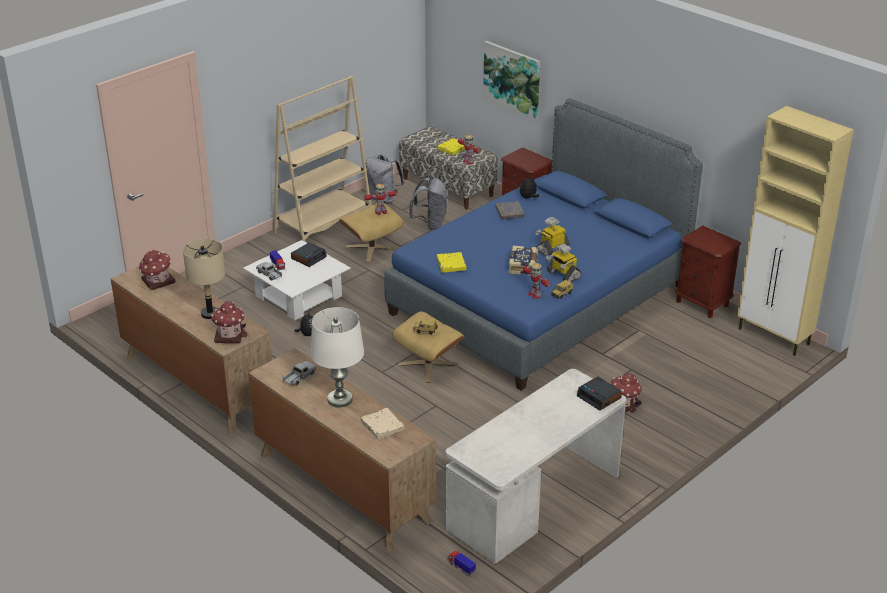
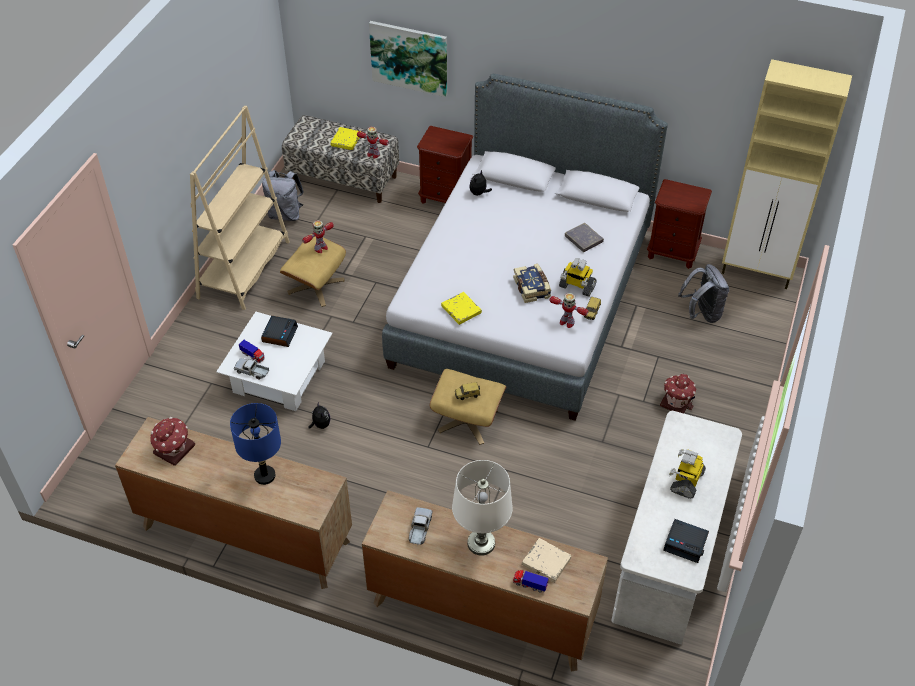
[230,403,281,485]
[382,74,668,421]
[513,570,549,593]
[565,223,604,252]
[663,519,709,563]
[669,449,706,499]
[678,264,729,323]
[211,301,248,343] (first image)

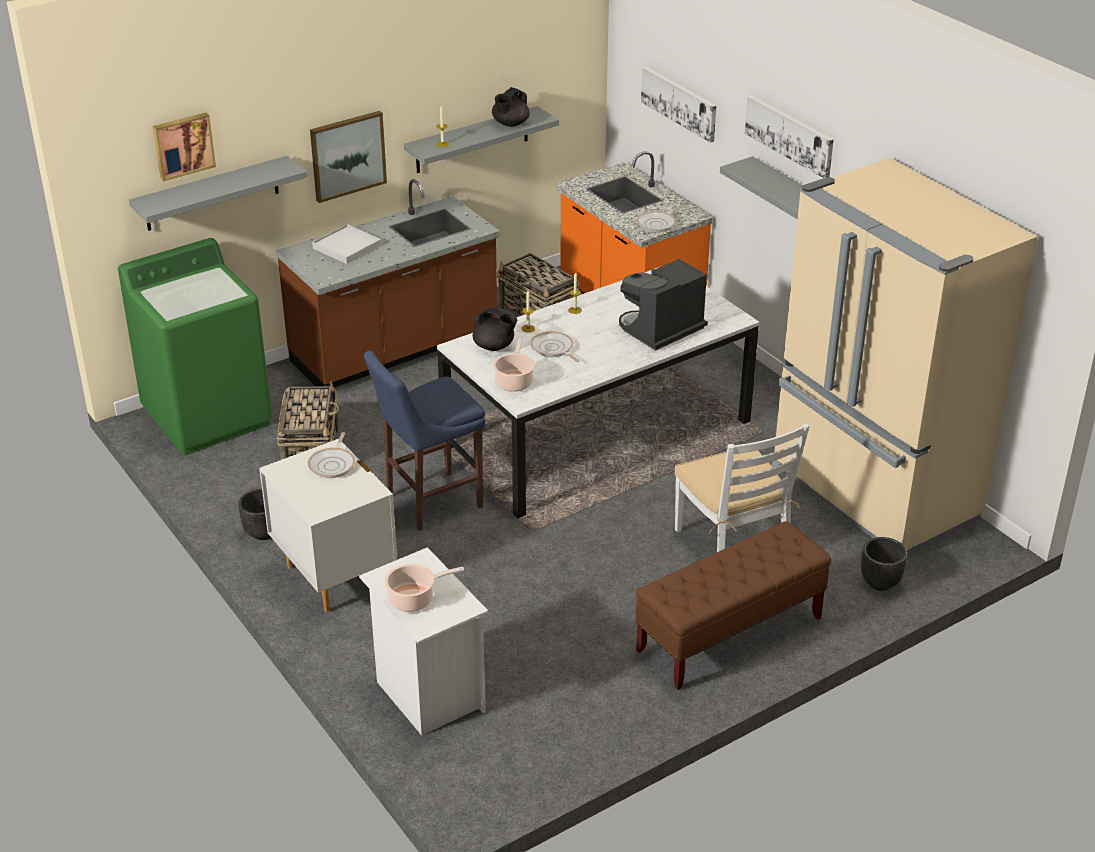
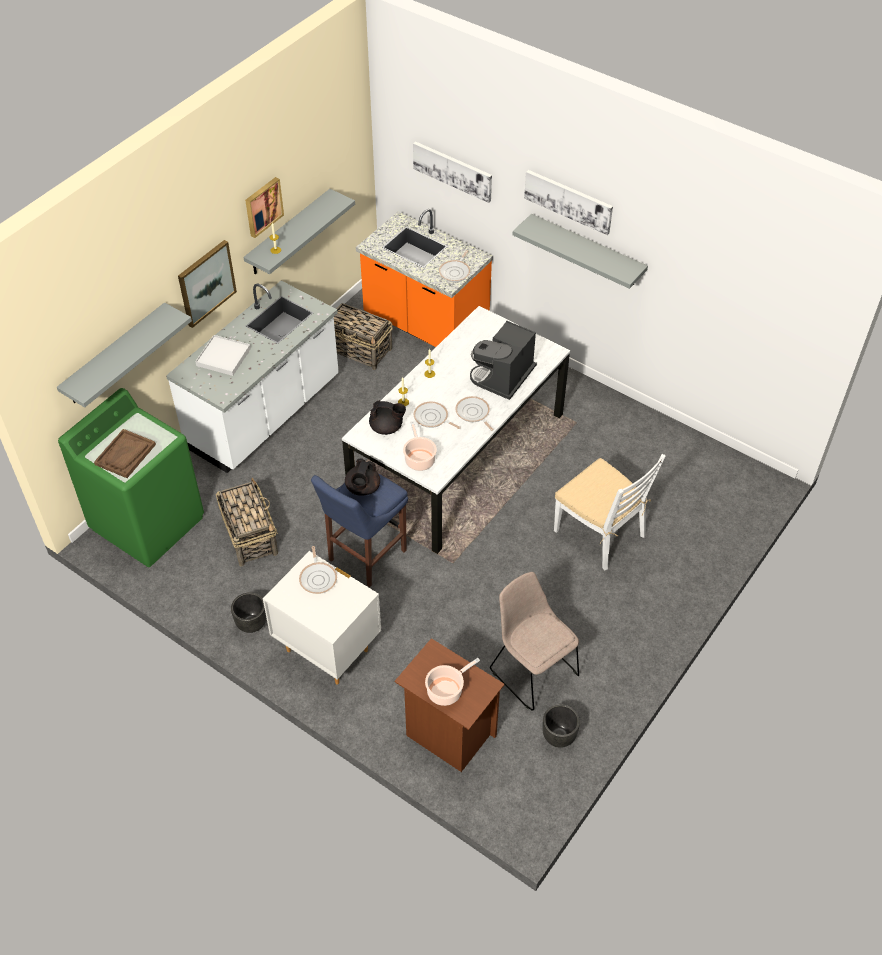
[94,429,156,478]
[166,281,339,473]
[245,177,284,238]
[345,458,380,496]
[395,638,505,772]
[455,396,493,431]
[490,572,579,710]
[542,704,580,748]
[635,521,831,690] (first image)
[771,158,1038,554] (first image)

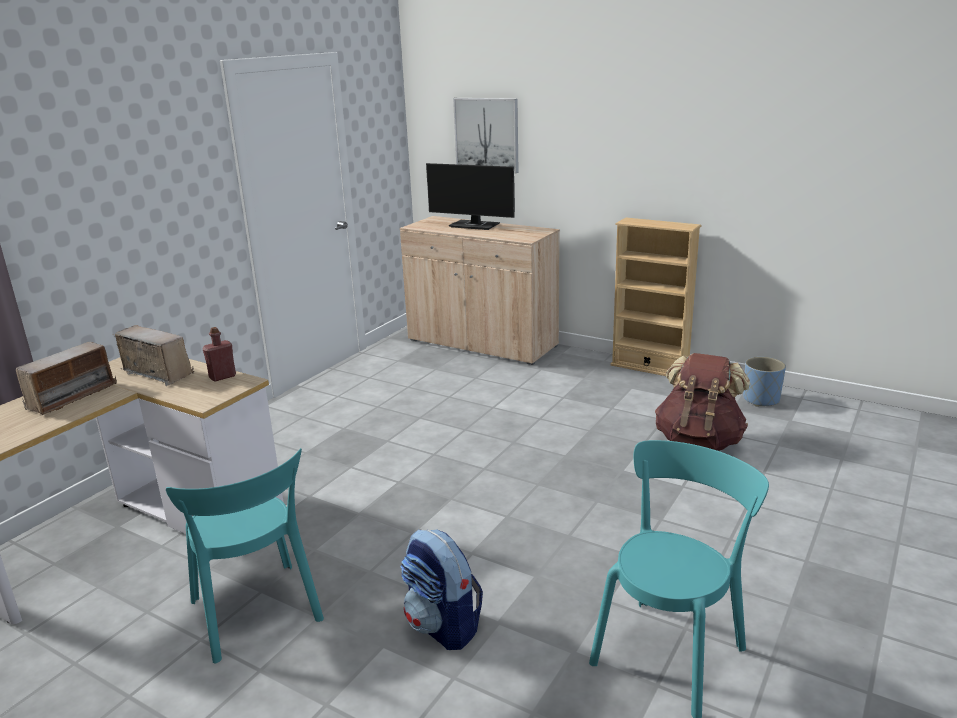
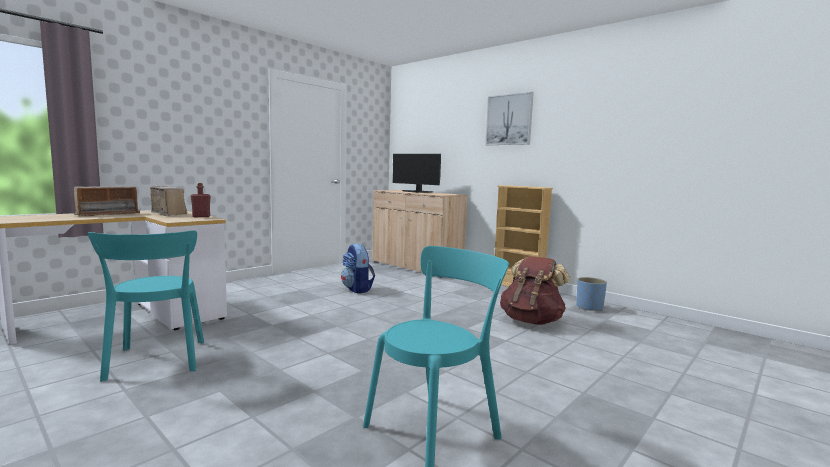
[341,244,375,294]
[485,92,534,145]

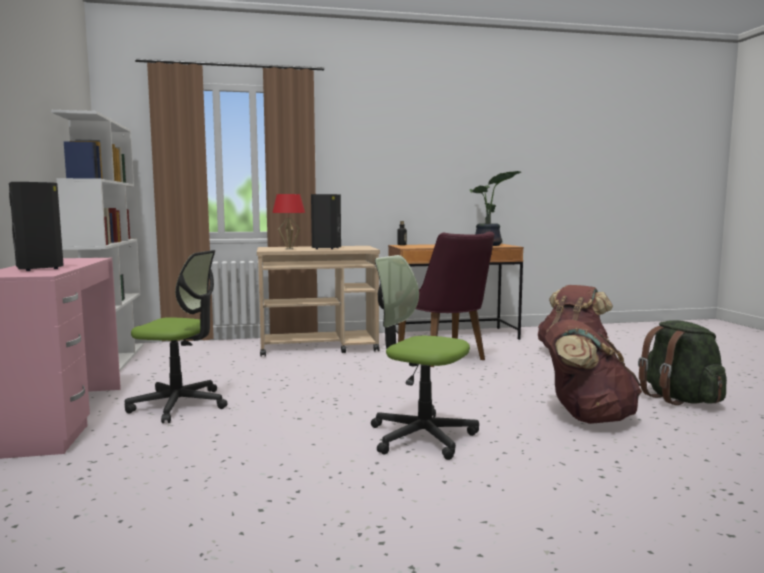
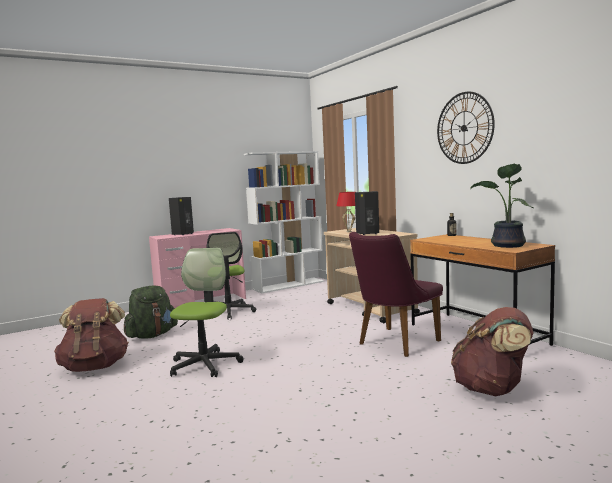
[54,298,129,372]
[124,285,178,339]
[437,92,495,164]

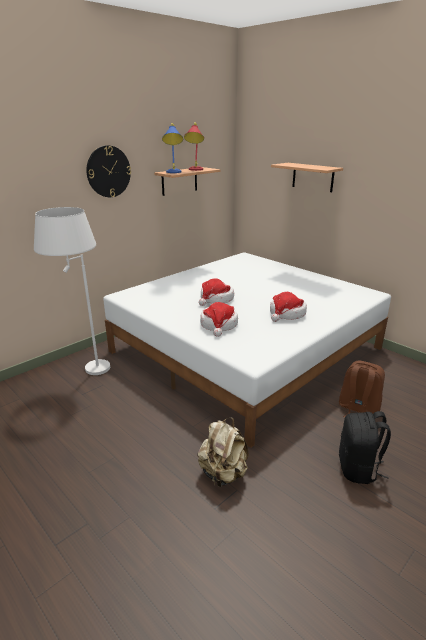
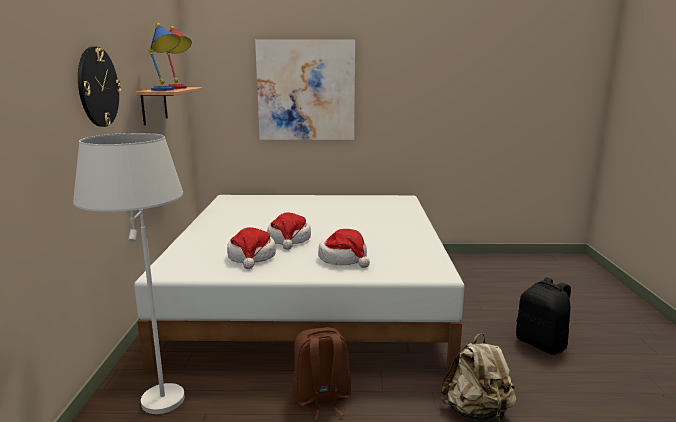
[227,227,276,269]
[255,40,355,140]
[292,327,351,421]

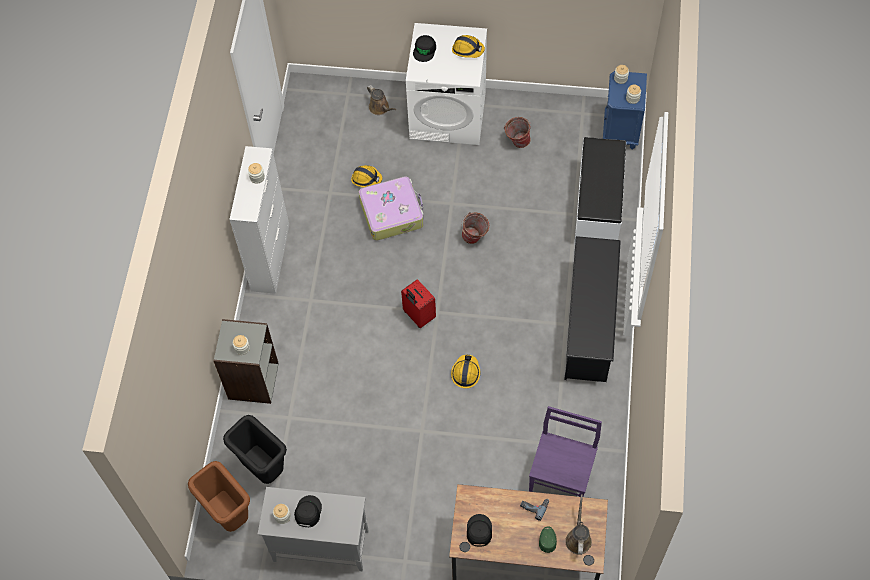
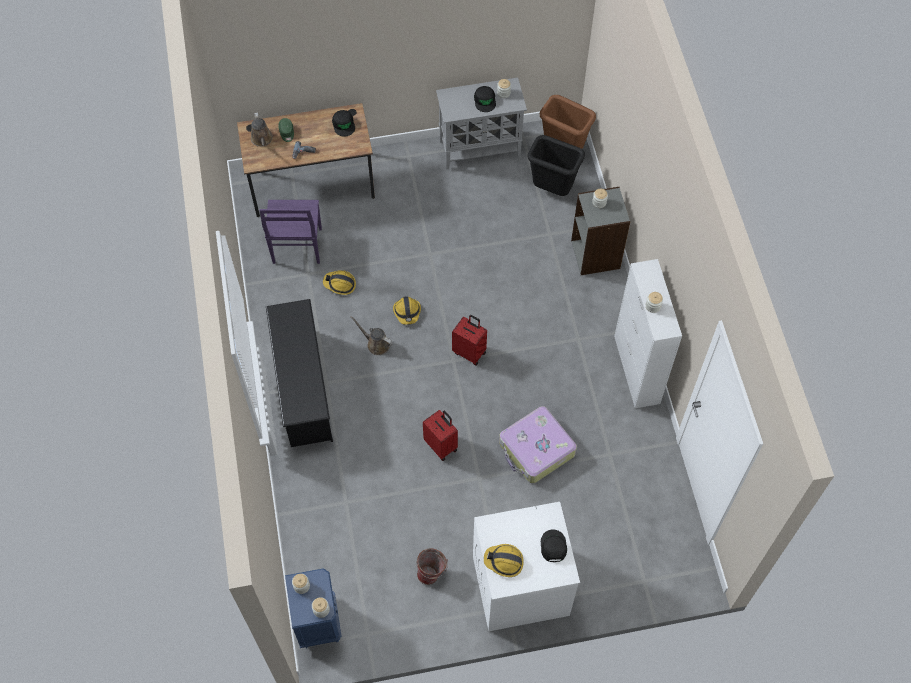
[323,270,356,295]
[351,316,393,355]
[423,410,458,461]
[574,137,626,245] (first image)

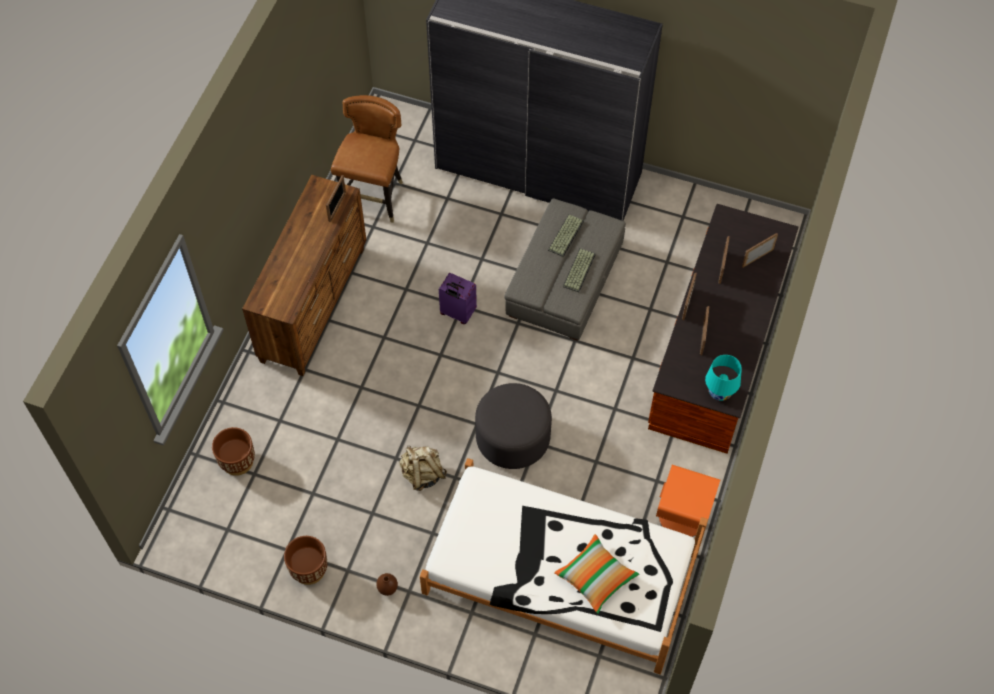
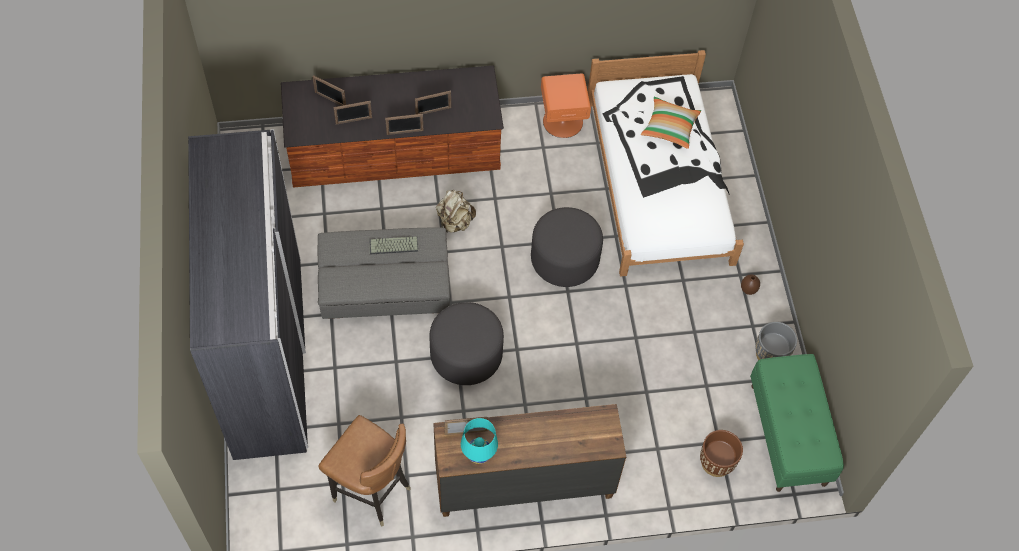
[318,415,411,527]
[429,302,504,385]
[436,190,476,233]
[461,418,498,464]
[750,354,844,492]
[755,322,797,360]
[548,214,584,257] (first image)

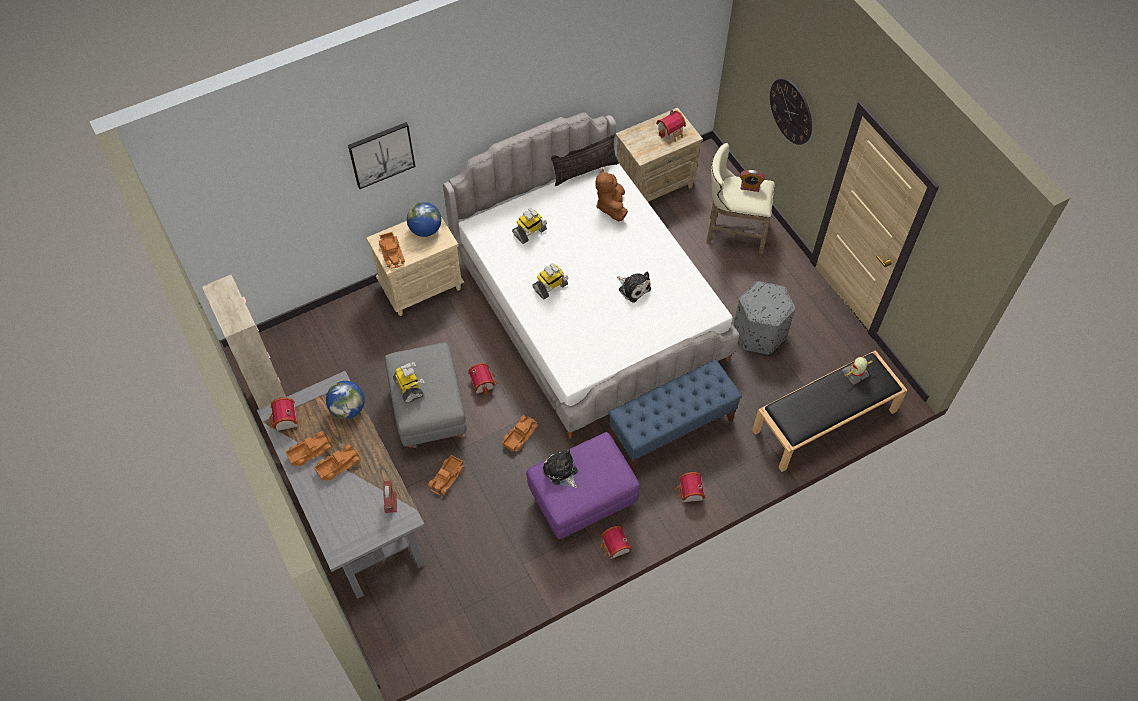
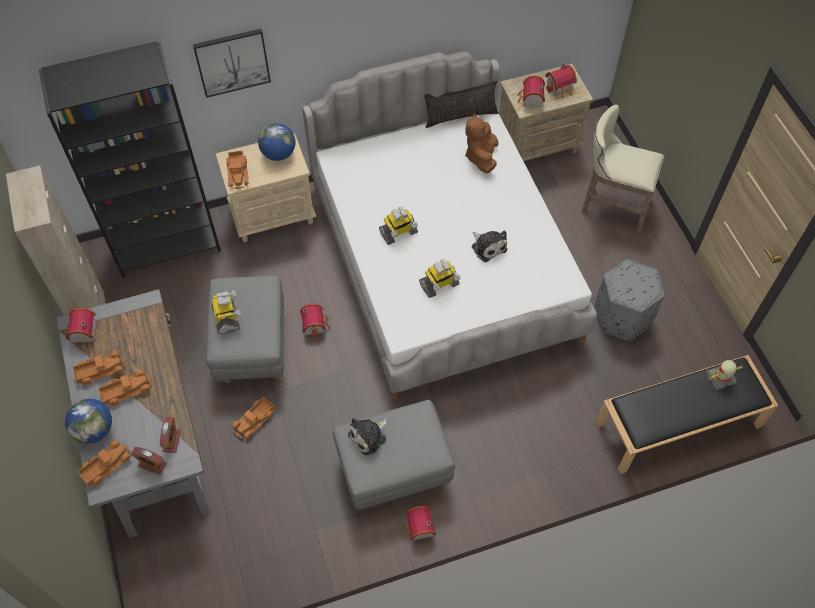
[39,41,221,277]
[65,399,112,444]
[77,440,131,487]
[131,447,167,475]
[333,400,455,510]
[348,418,388,455]
[419,259,460,298]
[518,75,545,107]
[608,360,742,471] (first image)
[770,78,812,145] (first image)

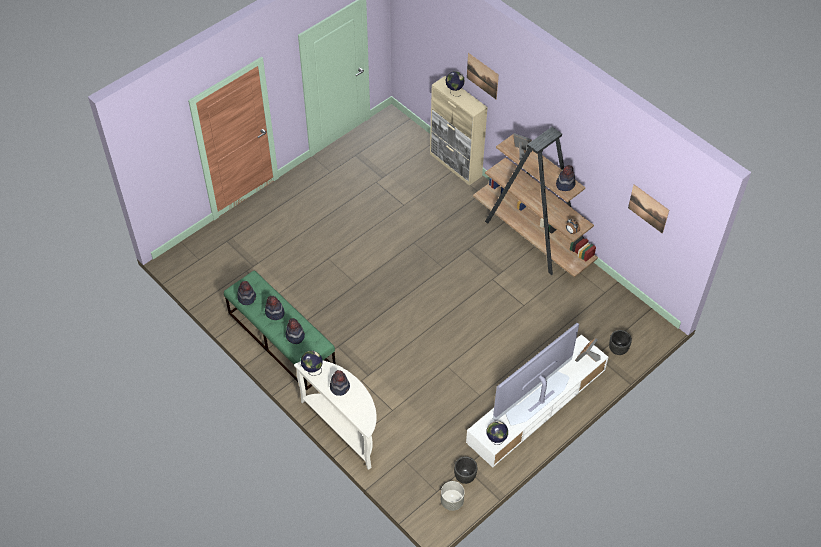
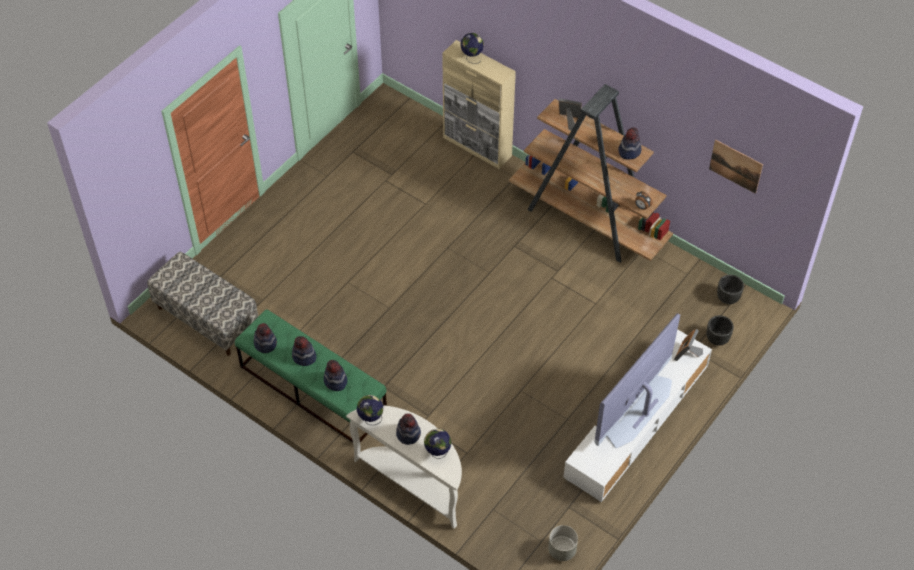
[147,252,258,356]
[424,429,452,459]
[717,275,744,304]
[467,53,499,99] (first image)

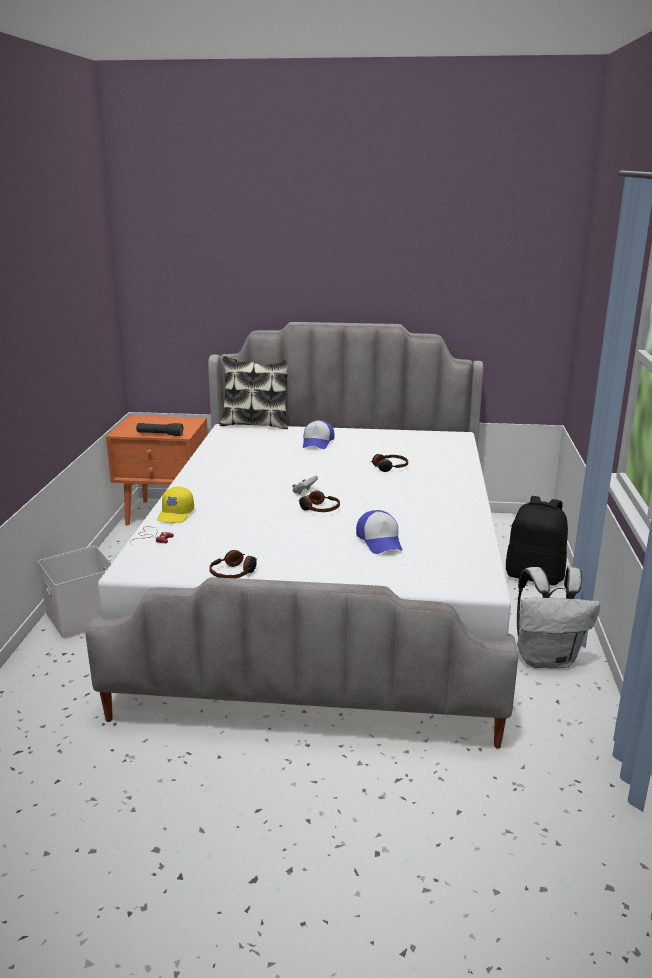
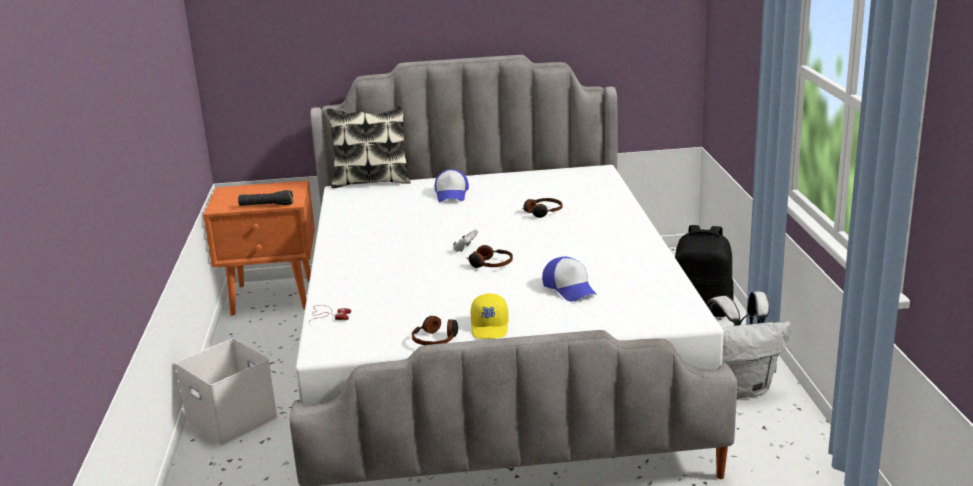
[470,293,509,339]

